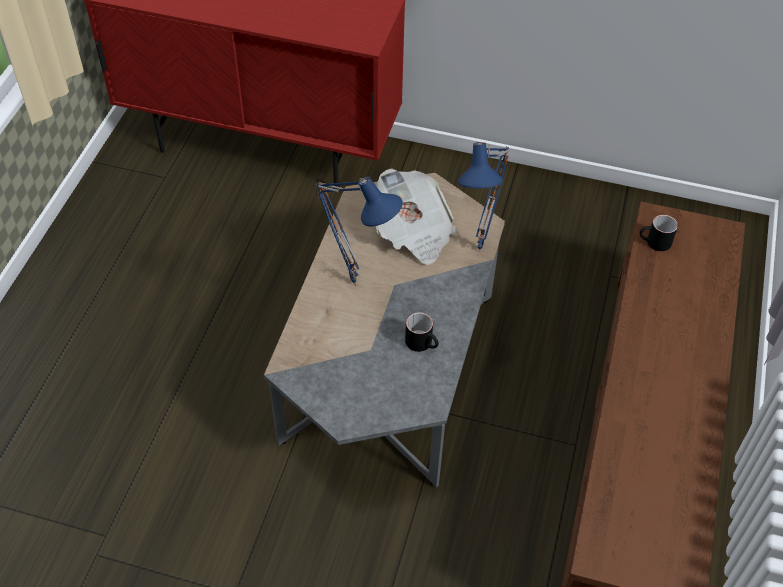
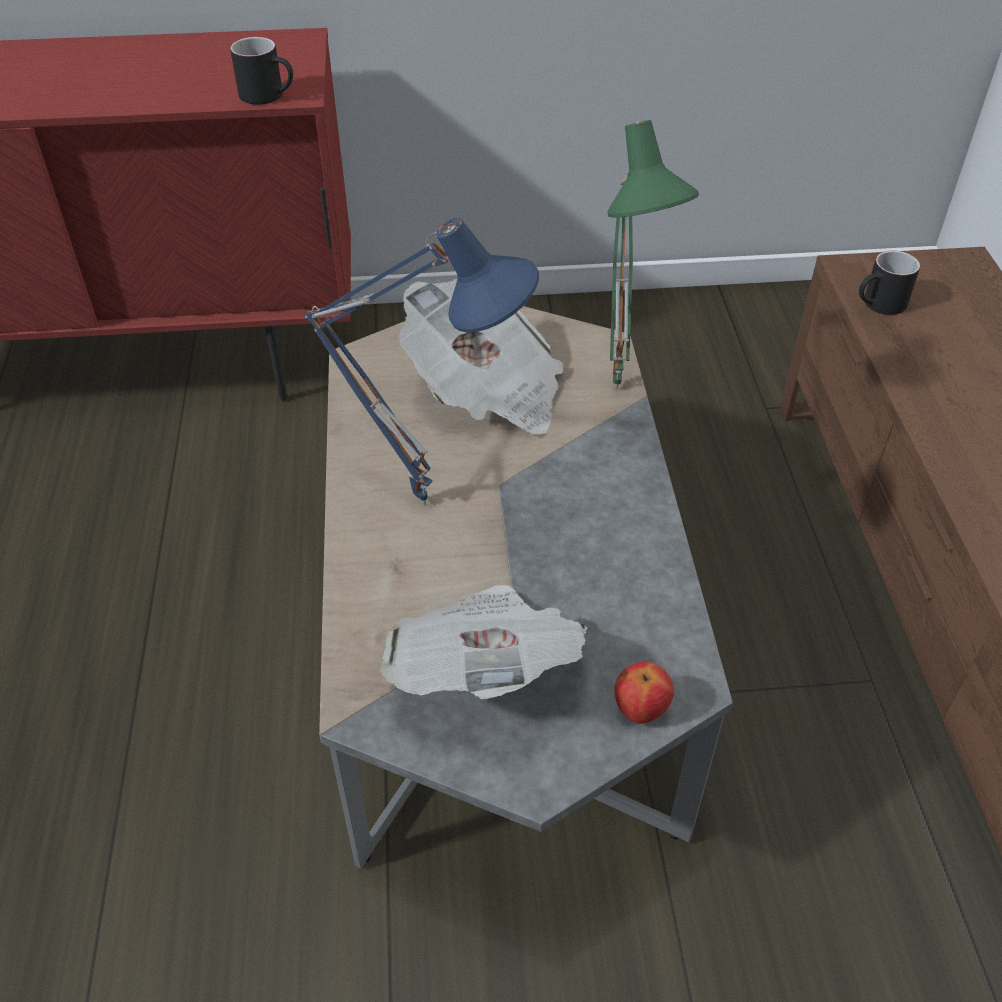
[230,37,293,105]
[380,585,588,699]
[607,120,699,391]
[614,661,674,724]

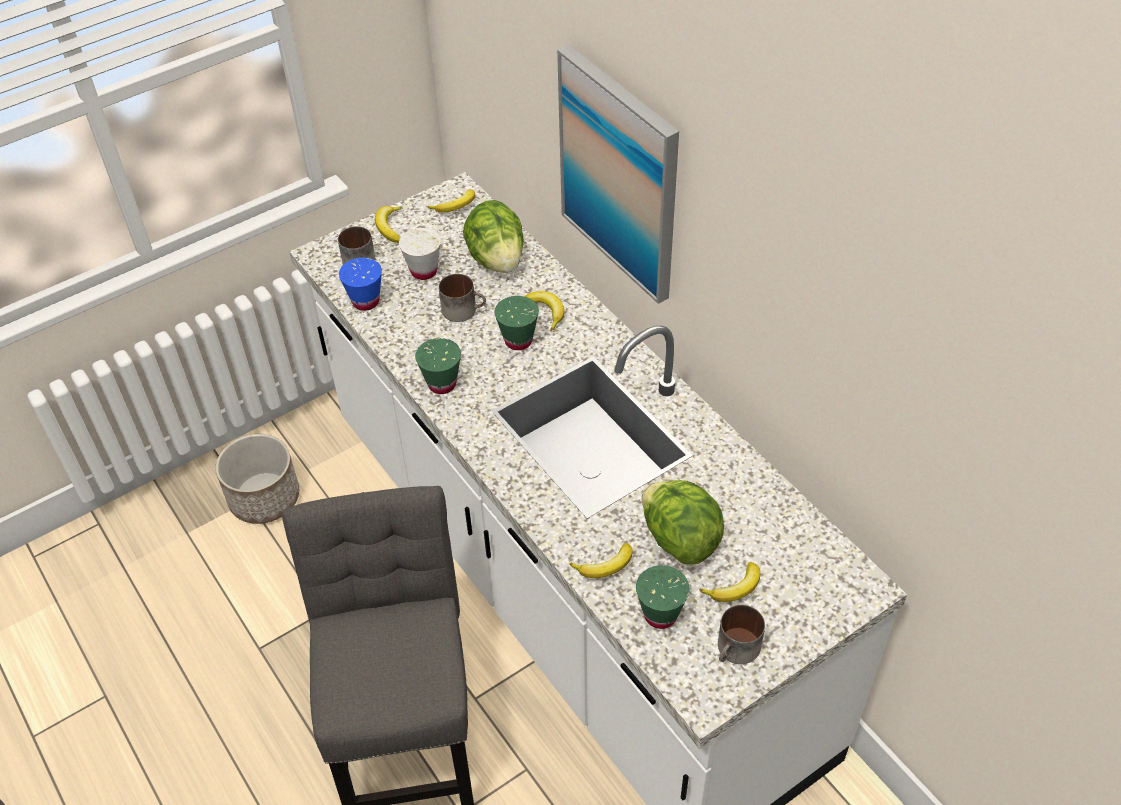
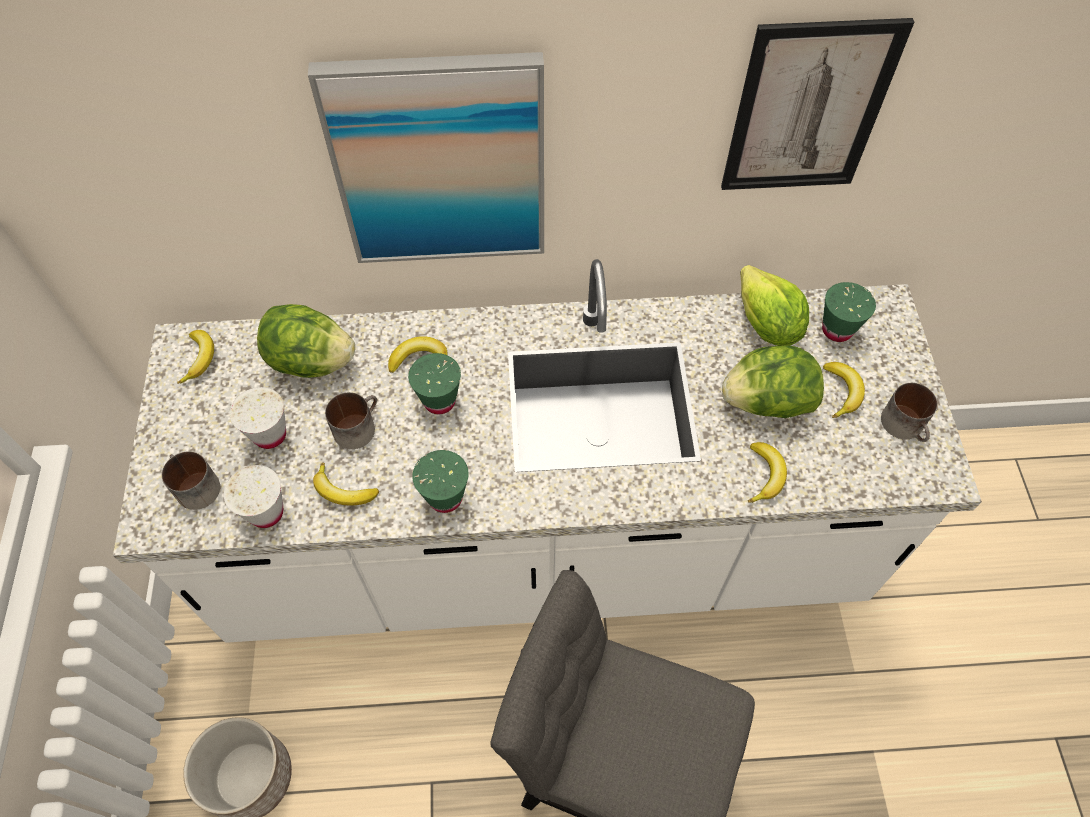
[224,465,283,528]
[313,463,379,506]
[721,18,914,190]
[740,265,809,346]
[822,282,876,342]

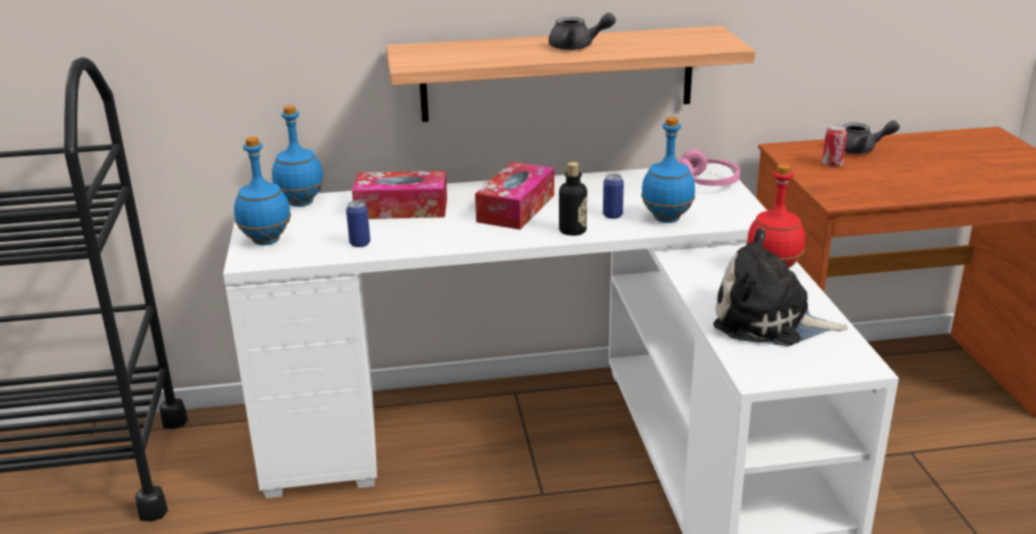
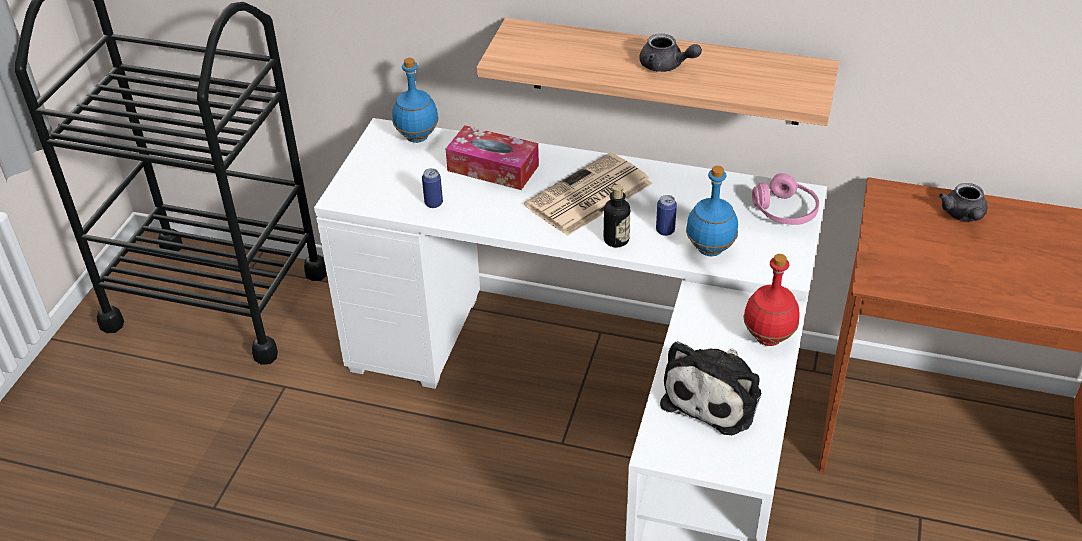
[524,152,652,236]
[660,341,761,435]
[939,183,988,222]
[234,137,291,245] (first image)
[822,125,847,167] (first image)

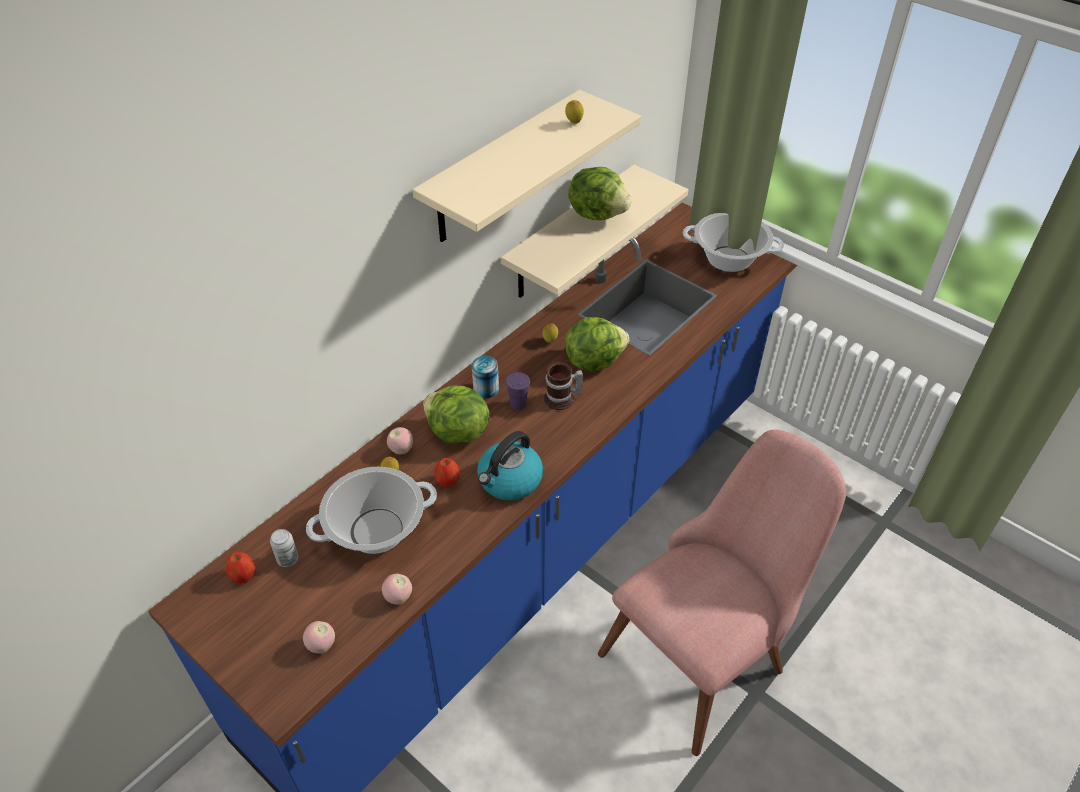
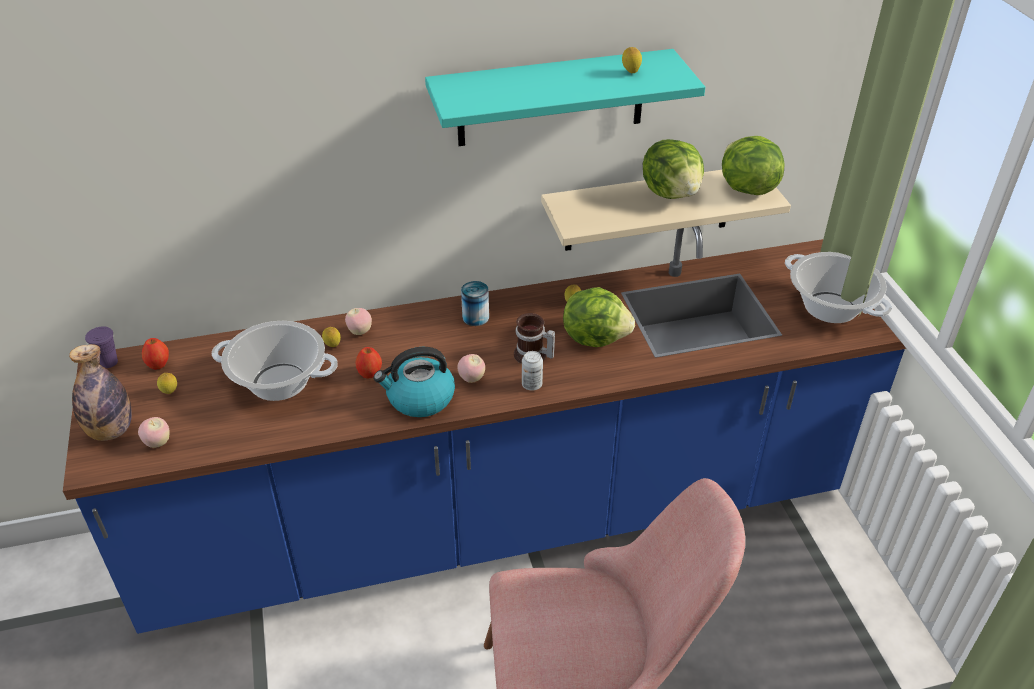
[69,344,132,441]
[85,326,118,368]
[157,373,177,394]
[425,49,705,146]
[458,354,485,383]
[522,351,543,391]
[722,136,785,195]

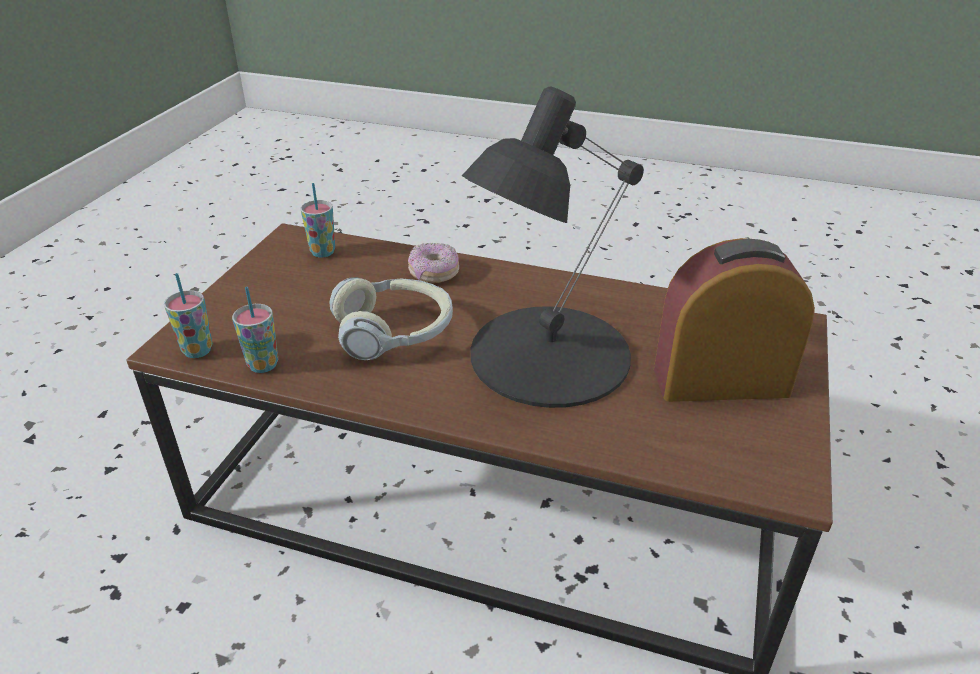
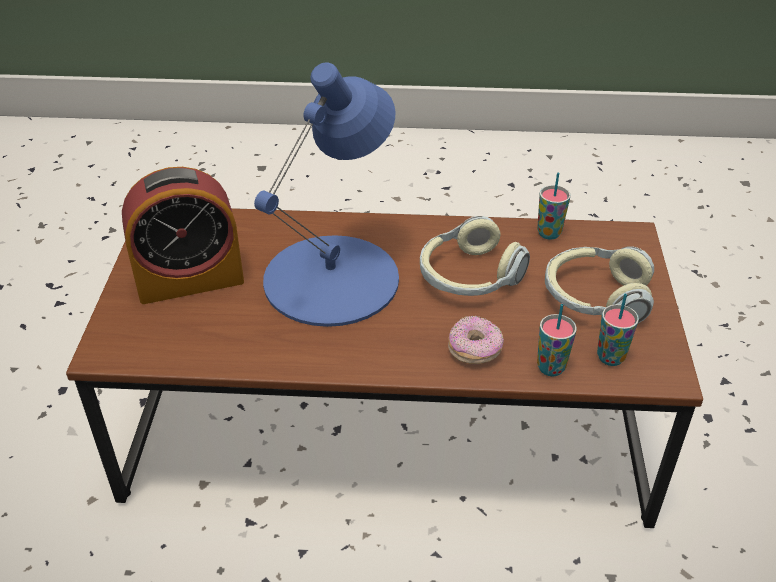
[254,62,399,327]
[537,304,577,376]
[545,246,654,323]

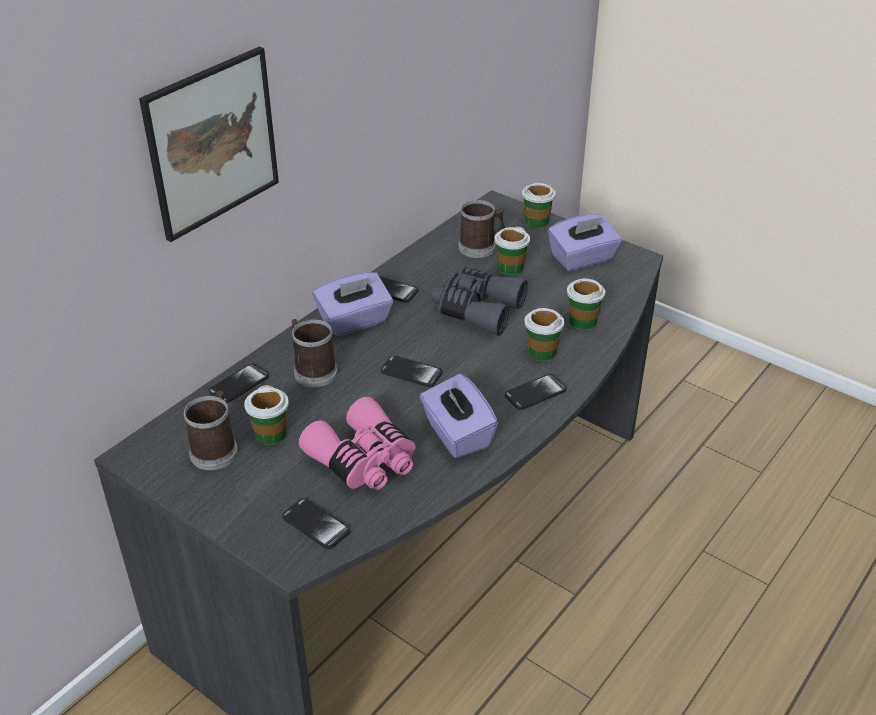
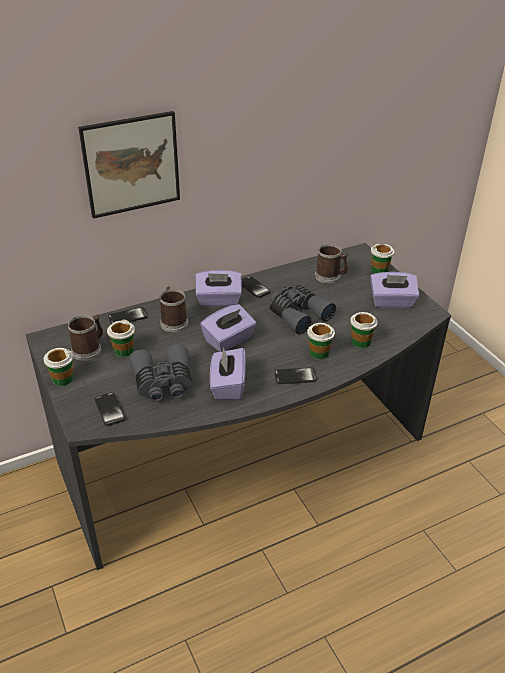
[43,348,73,386]
[129,344,192,402]
[200,304,256,352]

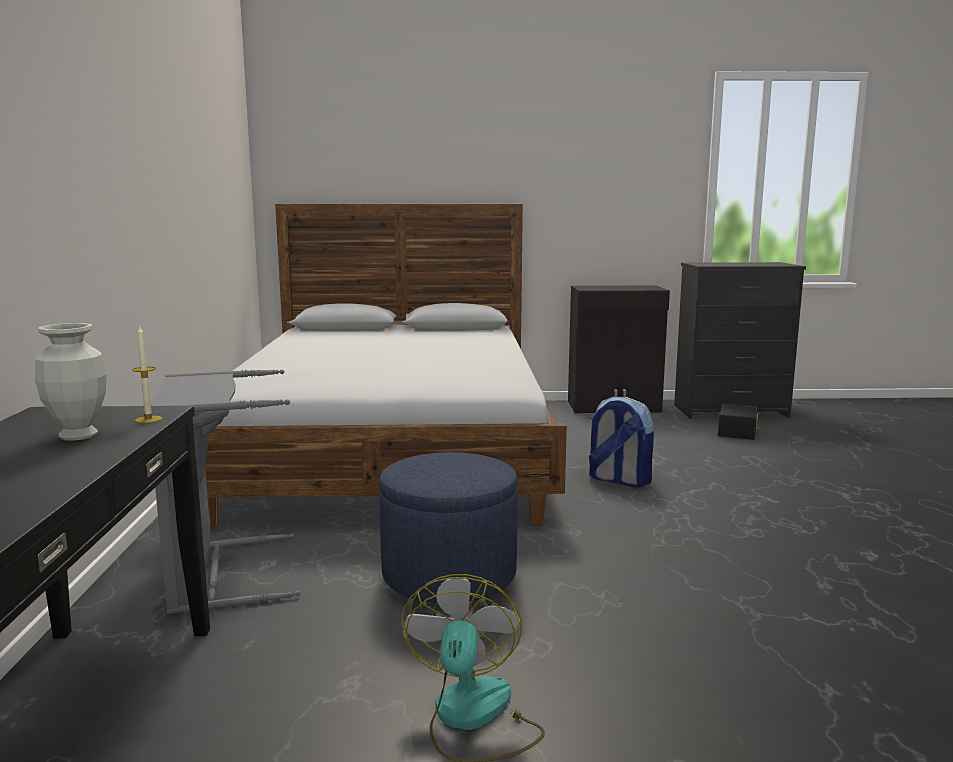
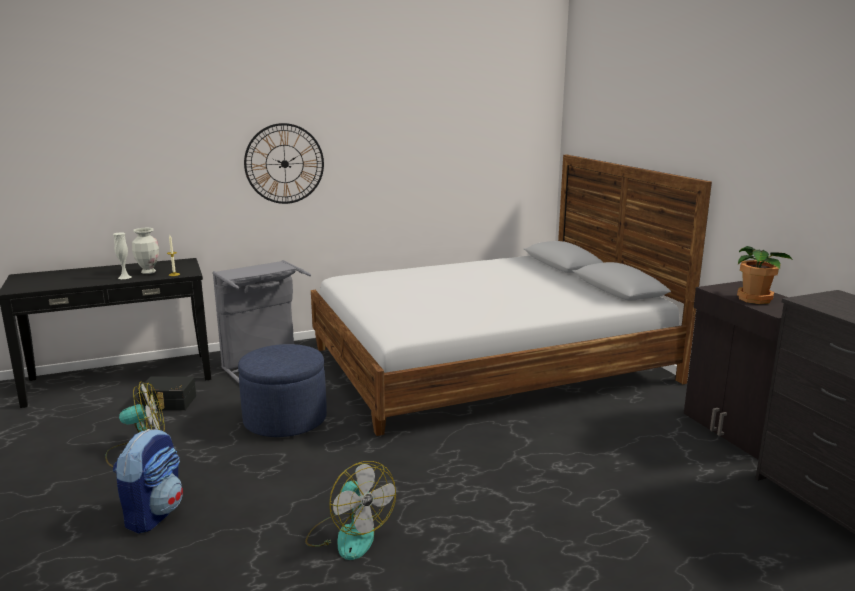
[113,232,132,279]
[113,429,183,533]
[137,376,196,410]
[244,123,324,204]
[305,461,396,560]
[737,246,793,304]

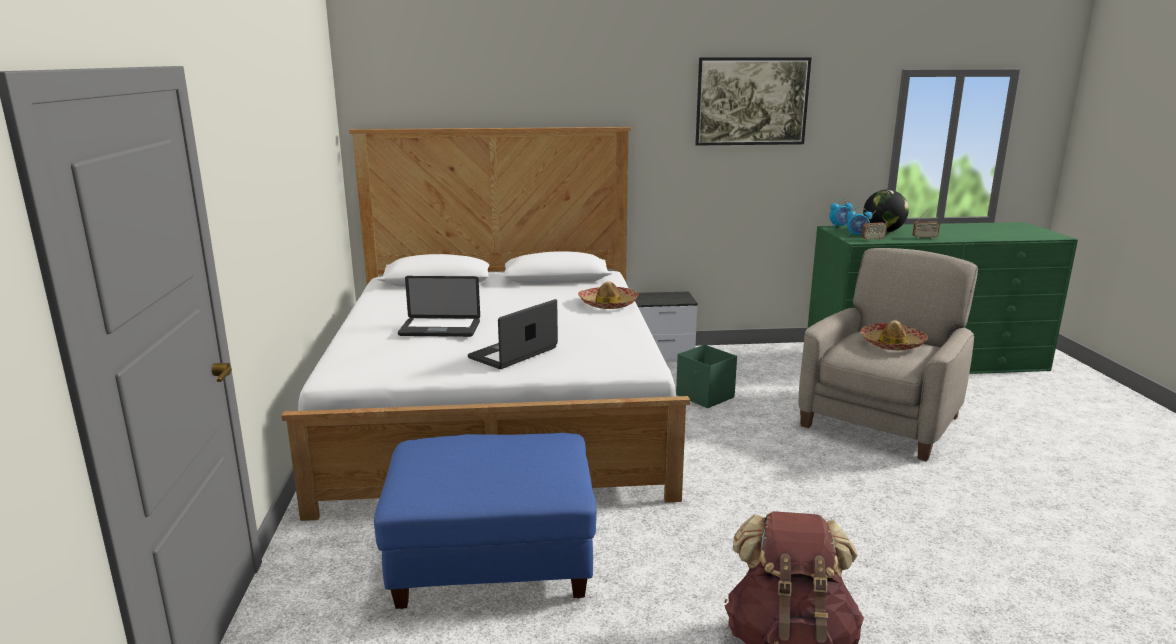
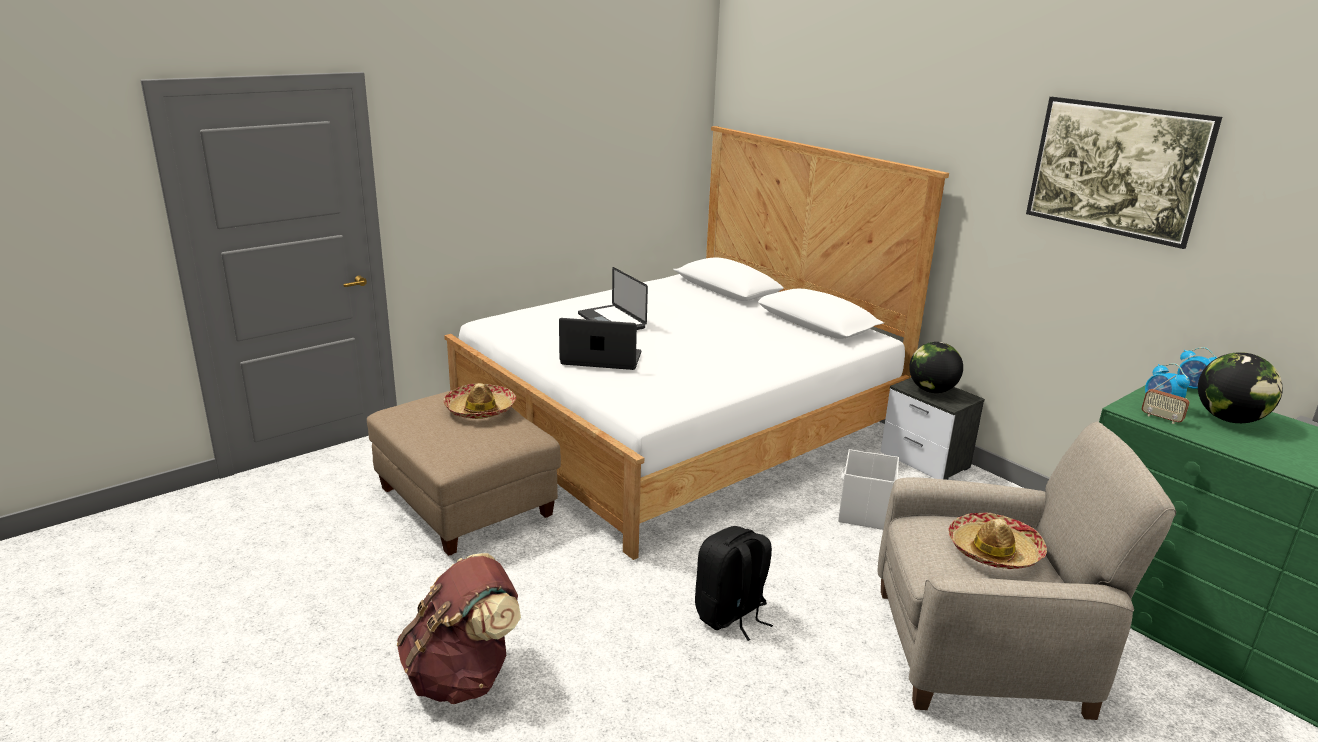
[367,390,561,556]
[443,383,516,419]
[695,526,773,641]
[838,449,899,530]
[909,342,963,393]
[913,209,940,239] (first image)

